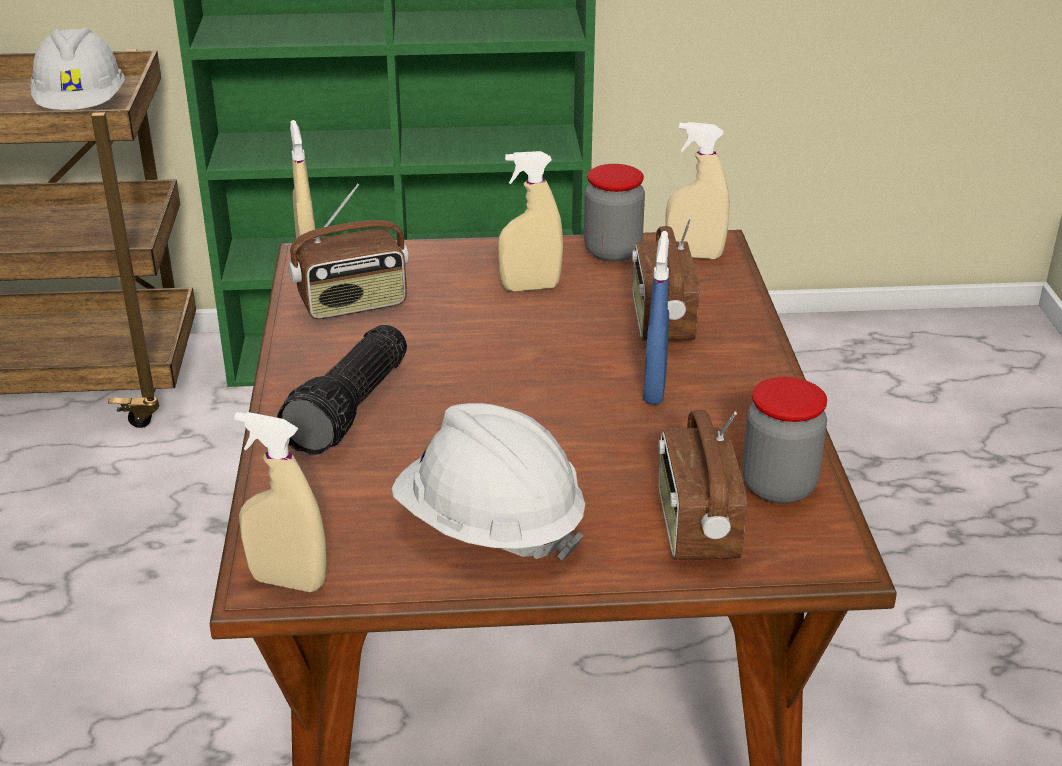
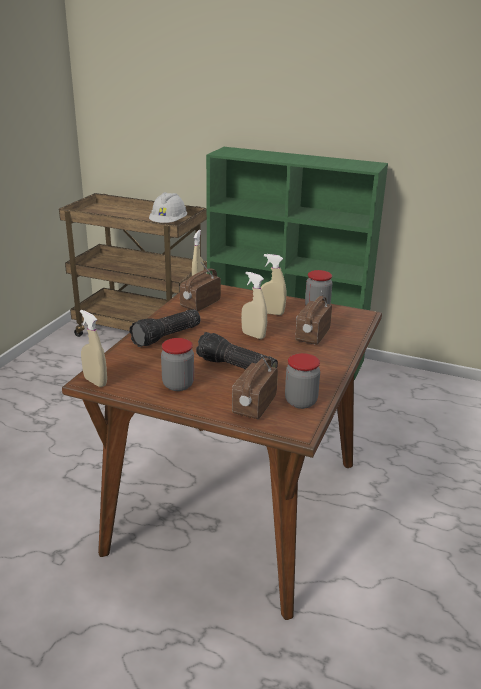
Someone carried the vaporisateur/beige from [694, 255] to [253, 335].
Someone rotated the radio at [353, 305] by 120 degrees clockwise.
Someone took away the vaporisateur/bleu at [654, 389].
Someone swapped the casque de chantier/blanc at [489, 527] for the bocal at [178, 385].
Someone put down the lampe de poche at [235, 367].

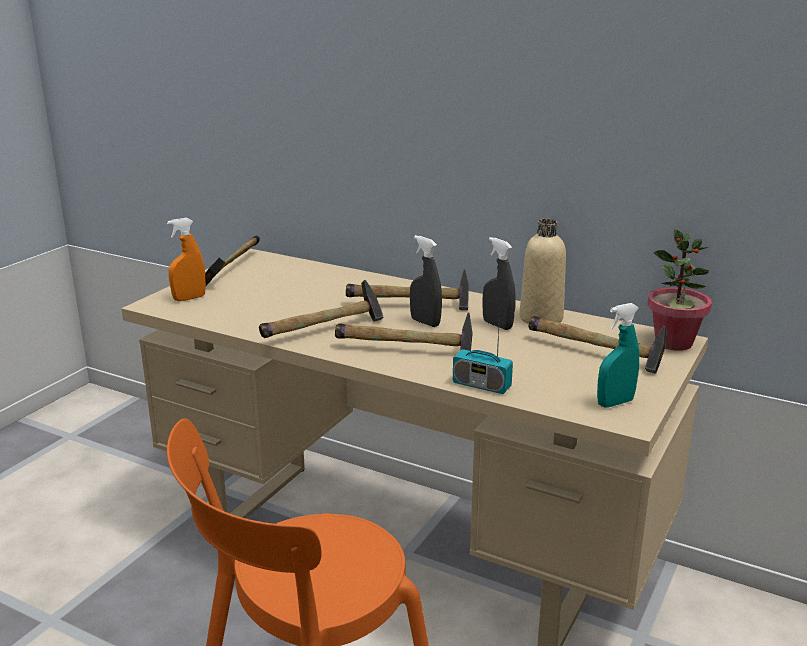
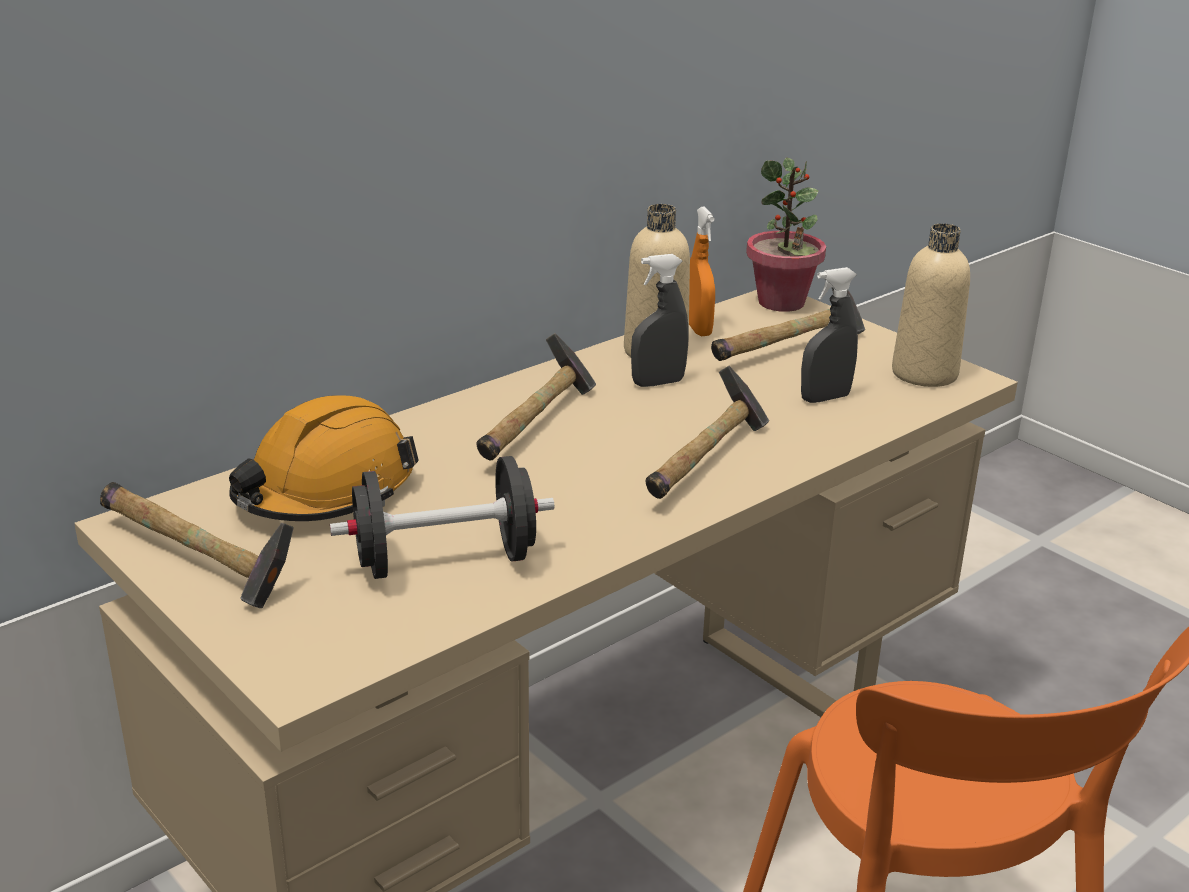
Someone carried the vaporisateur/orange from [189, 298] to [698, 329].
Someone carried the vaporisateur/gris from [425, 322] to [825, 398].
Someone took away the marteau at [325, 330].
Someone swapped the vaporisateur/turquoise at [615, 403] for the bouteille/beige at [924, 373].
Someone took away the radio at [481, 385].
Someone put down the casque de chantier/orange at [325, 490].
Someone put down the haltère/noir at [445, 561].

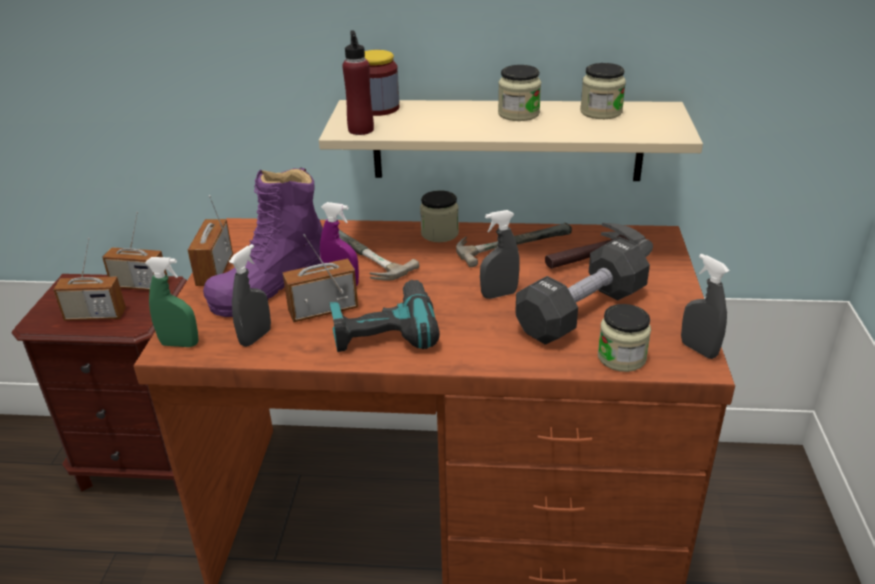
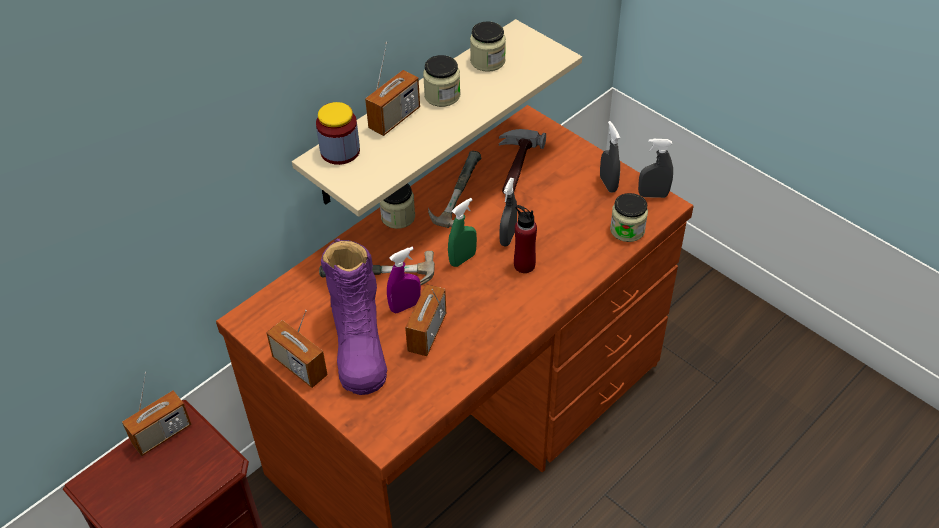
Someone carried the bouteille/rouge from [361, 130] to [524, 265].
Someone took away the haltère/noir at [581, 312].
Someone carried the radio from [95, 315] to [394, 118].
Someone carried the vaporisateur/gris from [255, 337] to [608, 184].
Someone carried the vaporisateur/vert from [179, 344] to [462, 259].
Someone took away the perceuse at [384, 329].

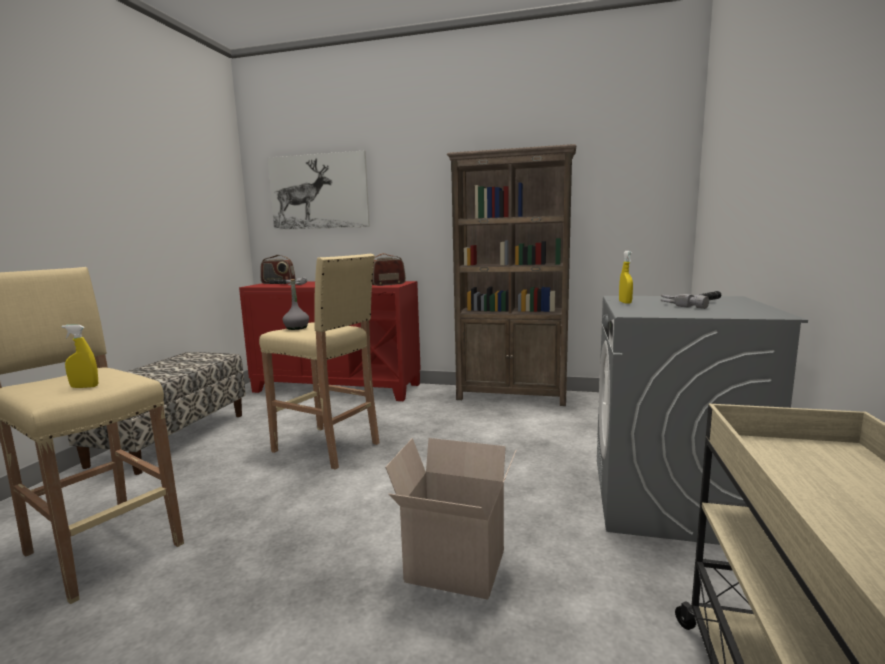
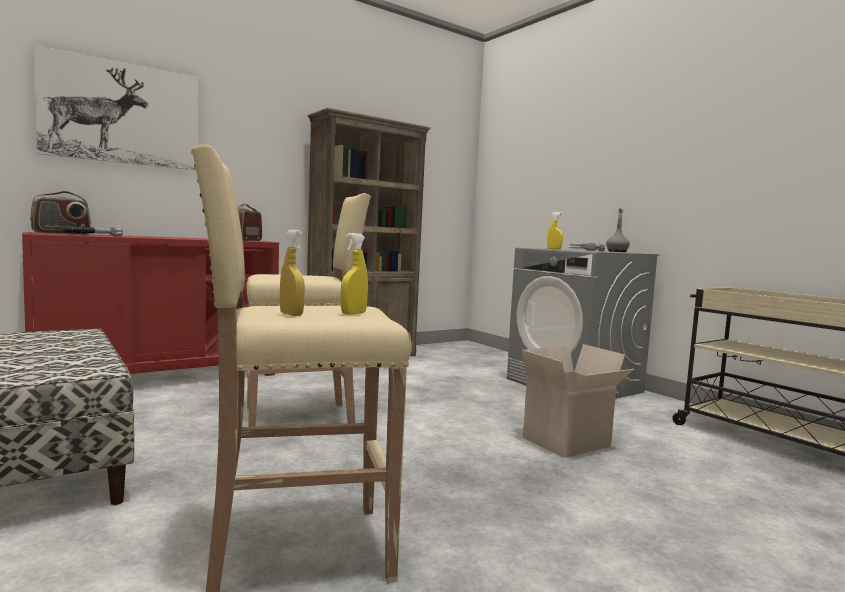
Someone carried the bouteille/gris from [296, 328] to [617, 251].
Someone put down the vaporisateur/jaune at [291, 314].

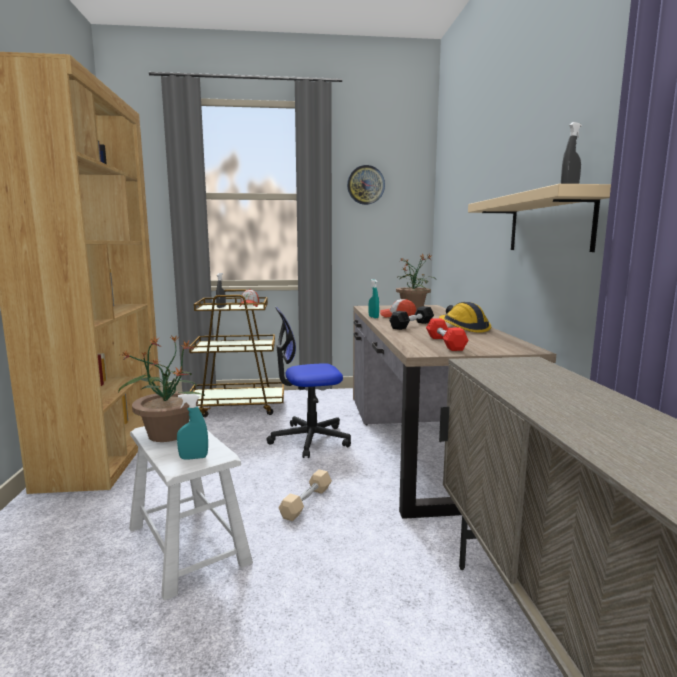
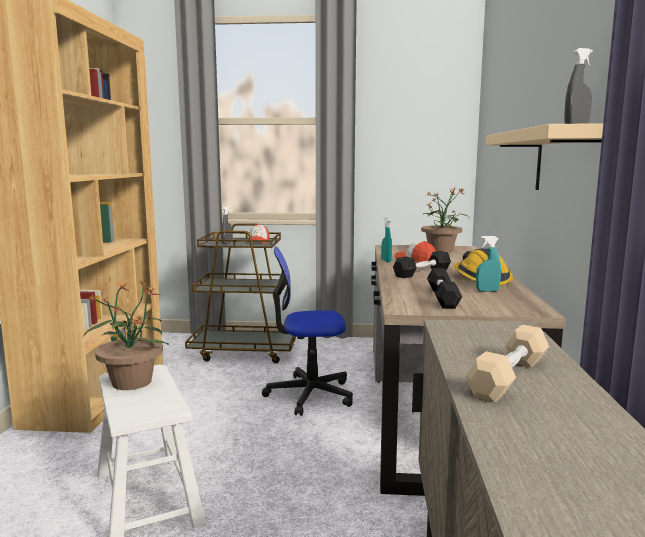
Someone took away the horloge murale at [365, 185].
Someone repainted the haltère/rouge at [445, 343], which became the haltère/noir at [442, 298].
Someone carried the vaporisateur/turquoise from [193, 458] to [487, 291].
Someone carried the haltère/beige from [306, 502] to [509, 377].

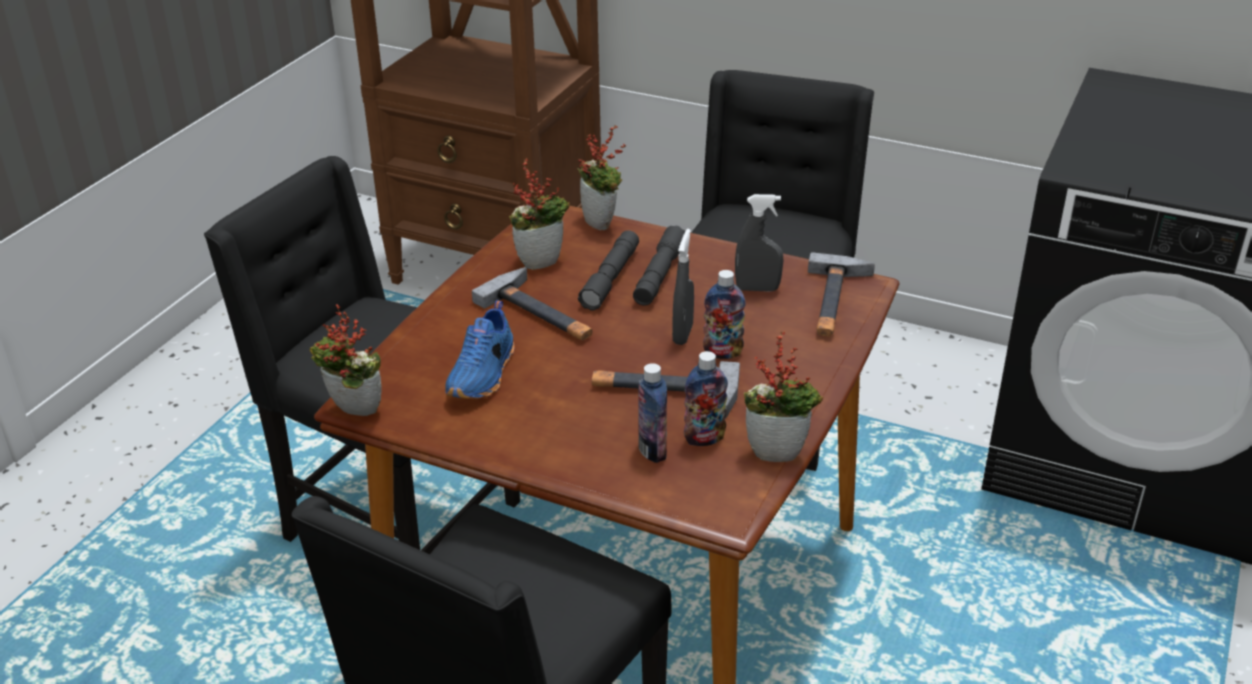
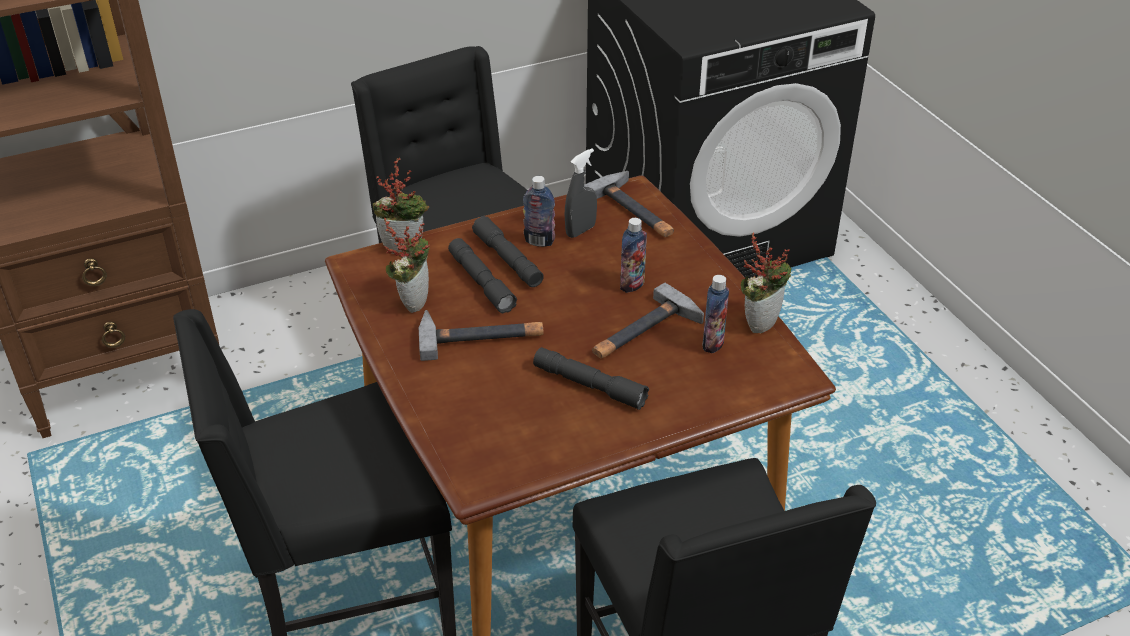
Someone took away the vaporisateur/gris at [682, 334].
Someone took away the chaussure/bleu at [484, 375].
Someone took away the plante en pot at [352, 413].
Someone carried the bouteille from [652, 451] to [539, 241].
Someone put down the lampe de poche/gris at [589, 385].

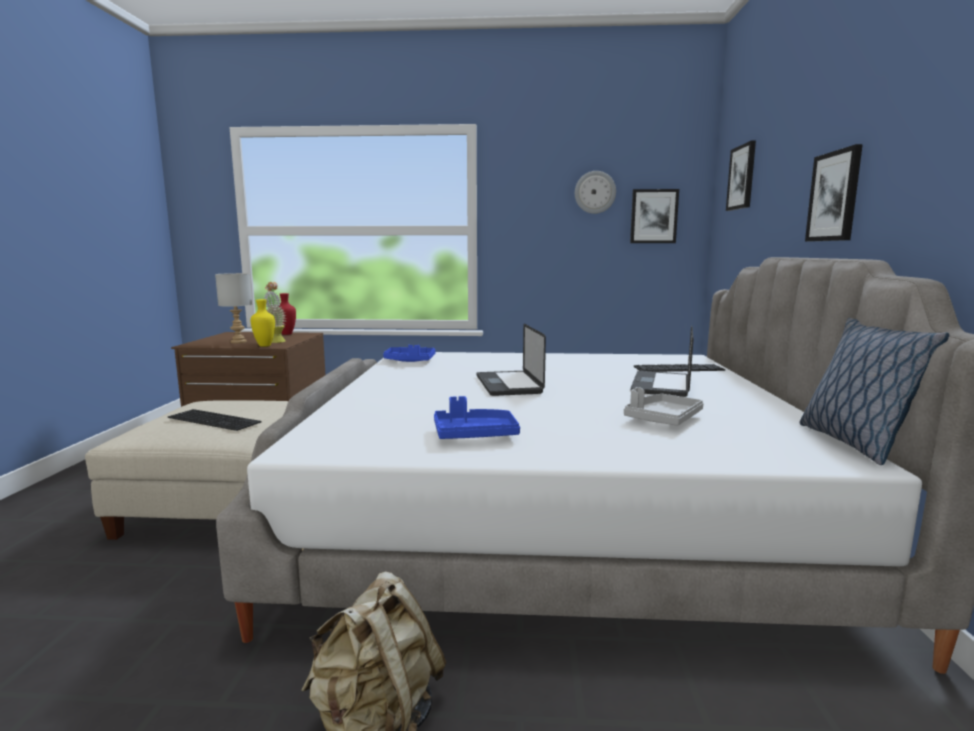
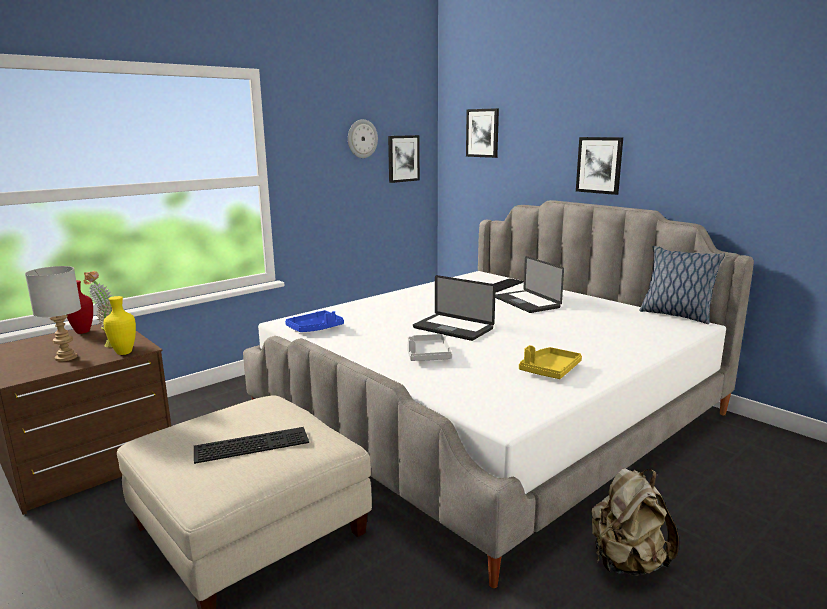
Someone carried the plateau/gris from [663, 419] to [427, 355].
Someone repainted the plateau/bleu at [474, 435], which became the plateau/jaune at [549, 370].

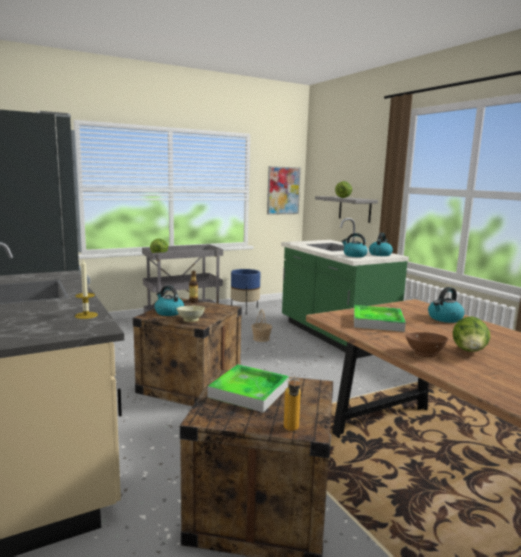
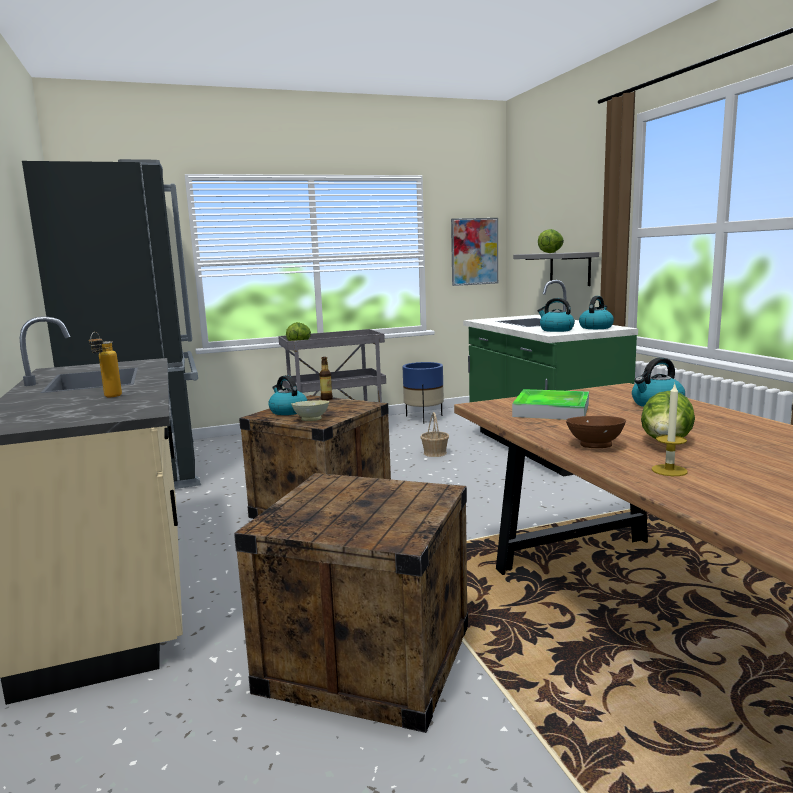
Someone carried the bougie from [86, 315] to [669, 470].
Someone took away the plateau at [249, 391].
Someone carried the bouteille from [291, 431] to [109, 397].

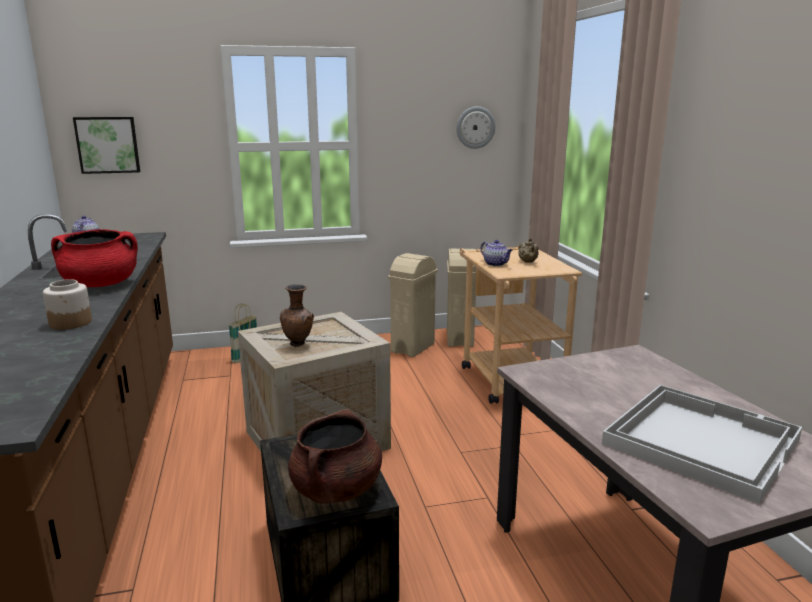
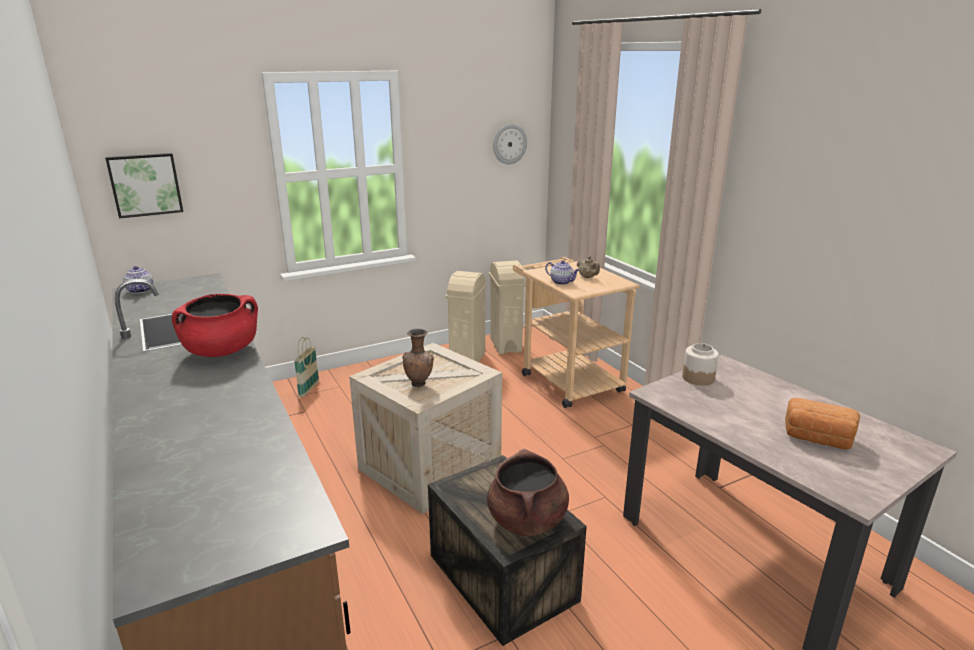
Someone carried the bocal from [71, 323] to [698, 378].
Someone swapped the plateau/blanc at [700, 440] for the pain at [817, 439].

